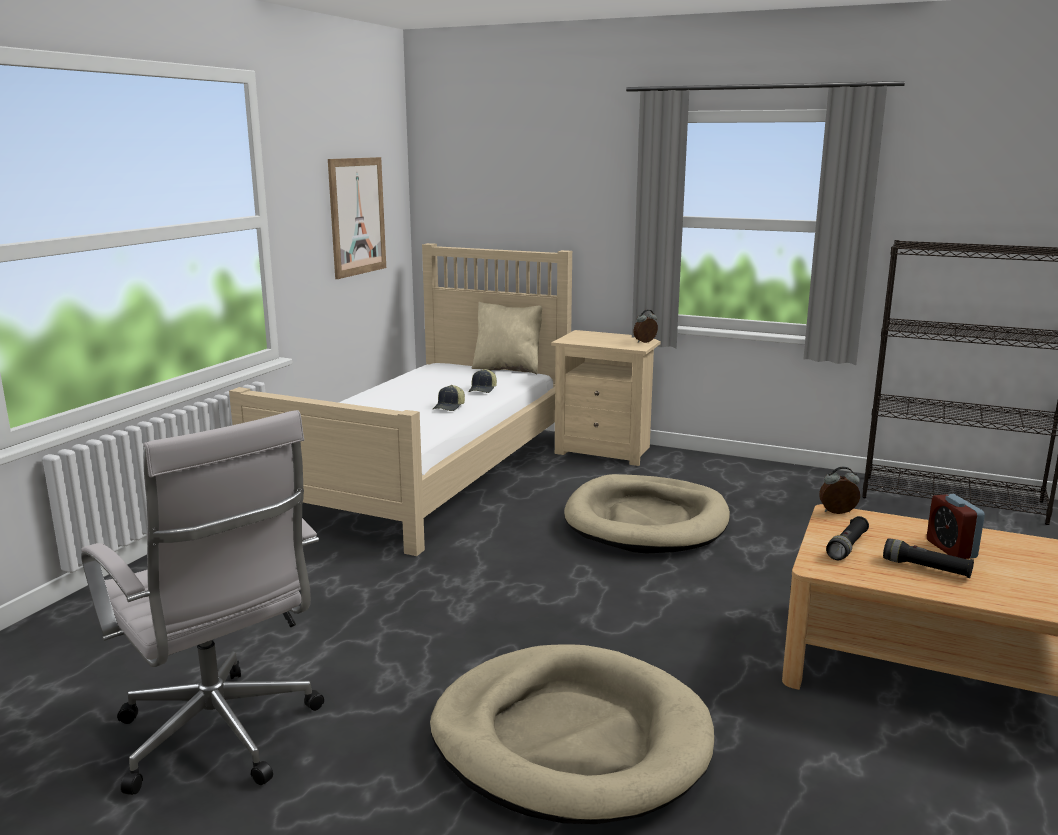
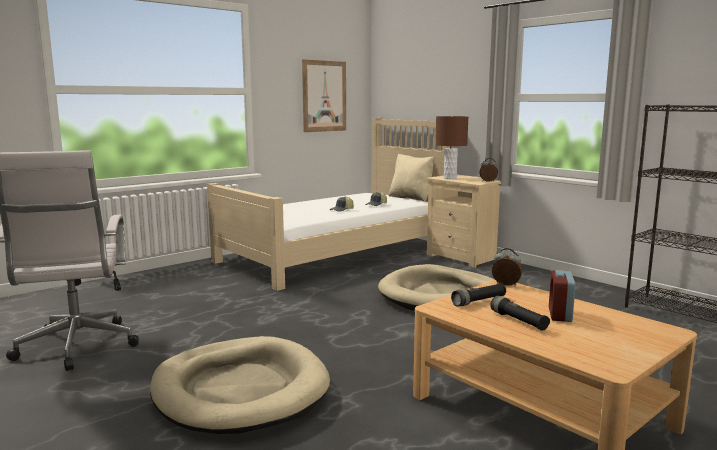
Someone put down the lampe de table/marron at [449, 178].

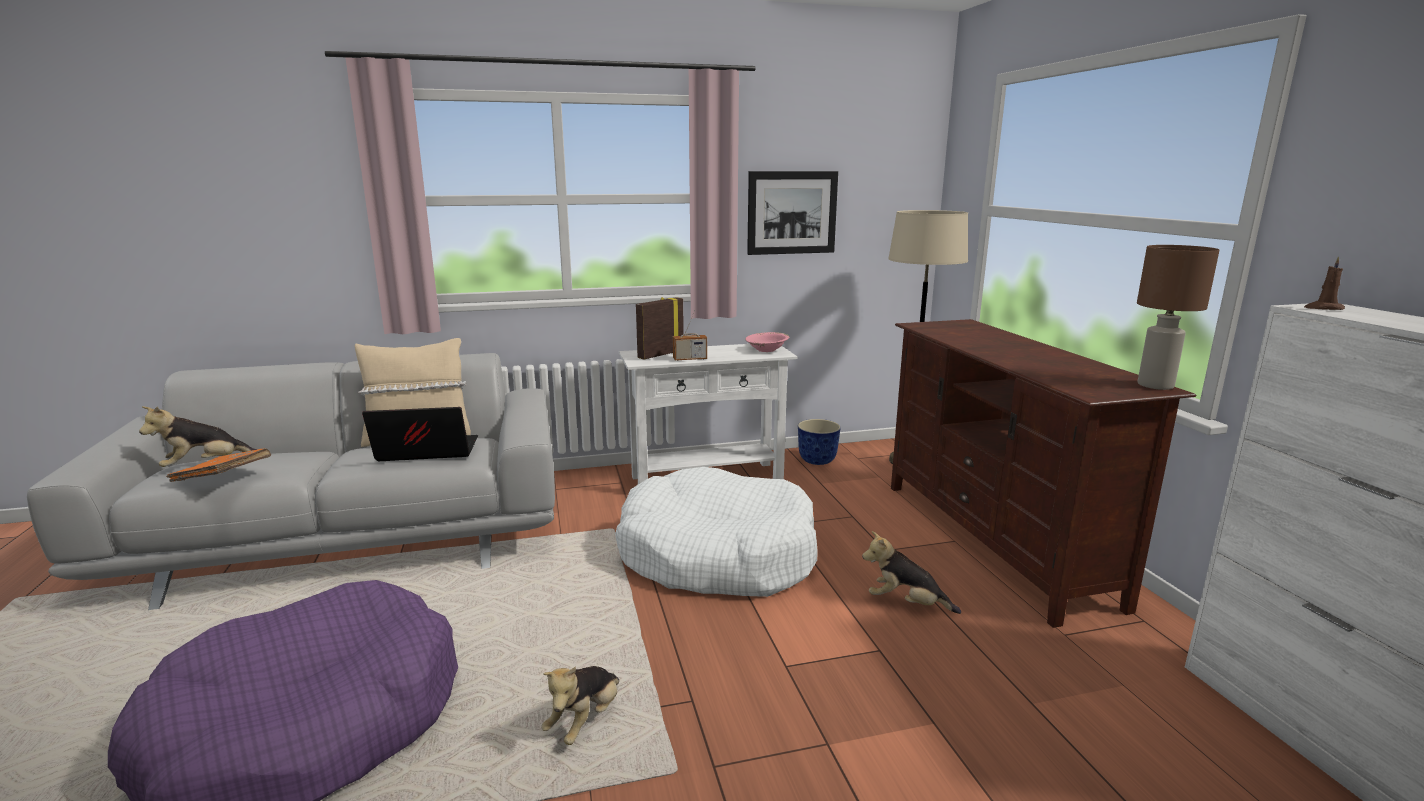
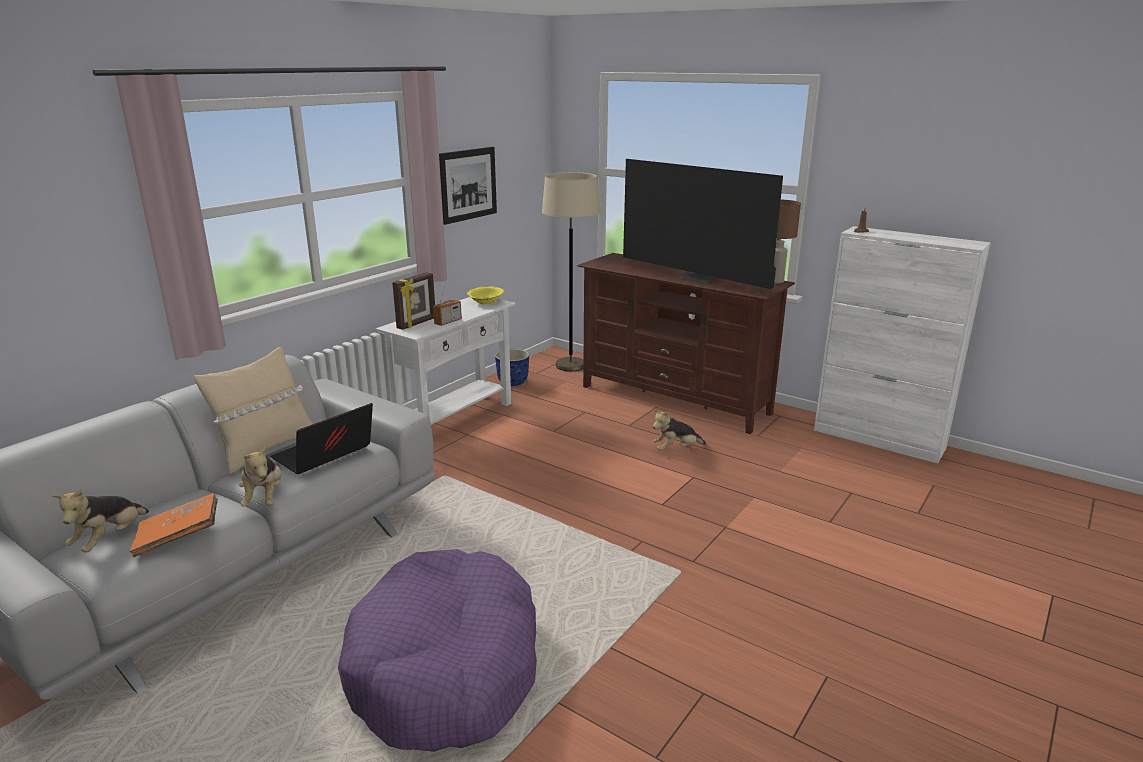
Someone rotated the cadre photo at [660, 354] by 150 degrees counterclockwise.
Someone repainted the bol/rose at [766, 350], which became the bol/jaune at [486, 302].
Someone took away the panier pour chien/blanc at [717, 554].
Someone carried the peluche from [585, 721] to [264, 498].
Someone put down the téléviseur at [698, 278].

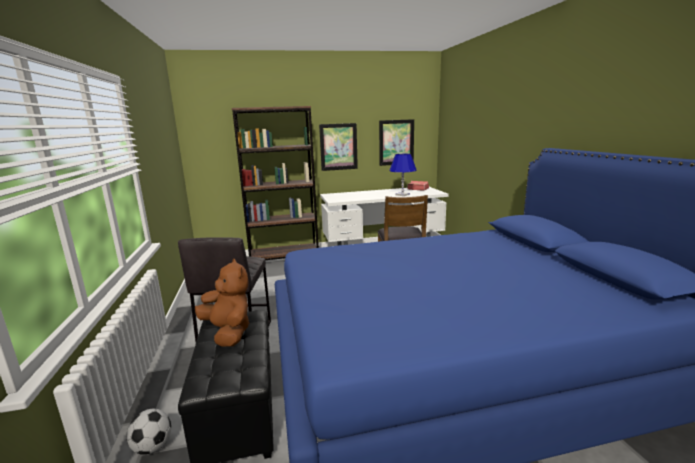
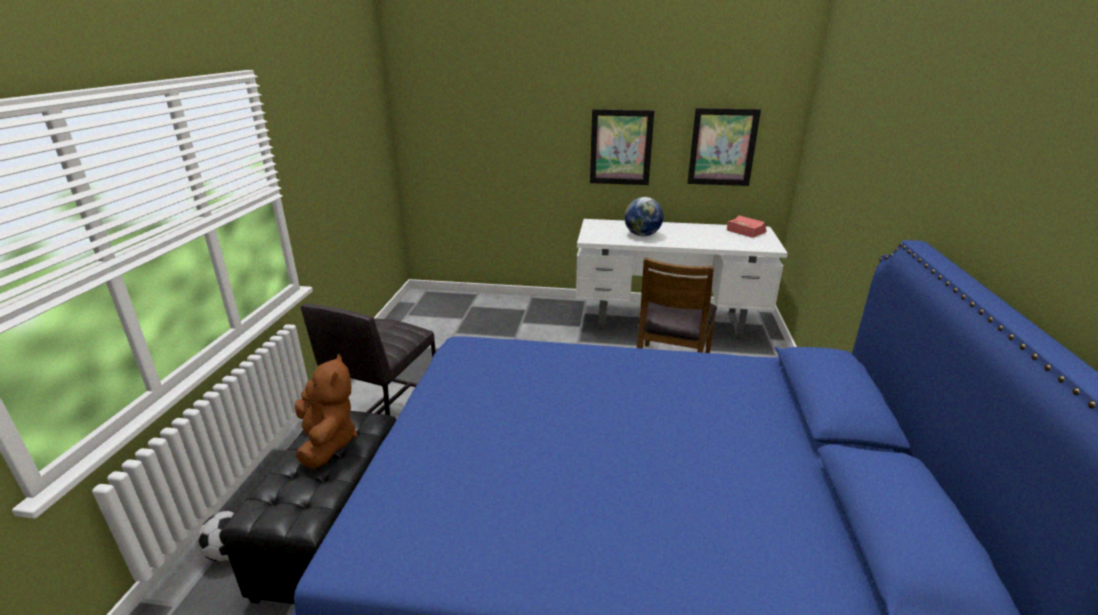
Someone took away the bibliothèque/marron at [284, 257].
Someone took away the lampe de table/bleu at [402, 194].
Someone put down the globe at [642, 235].

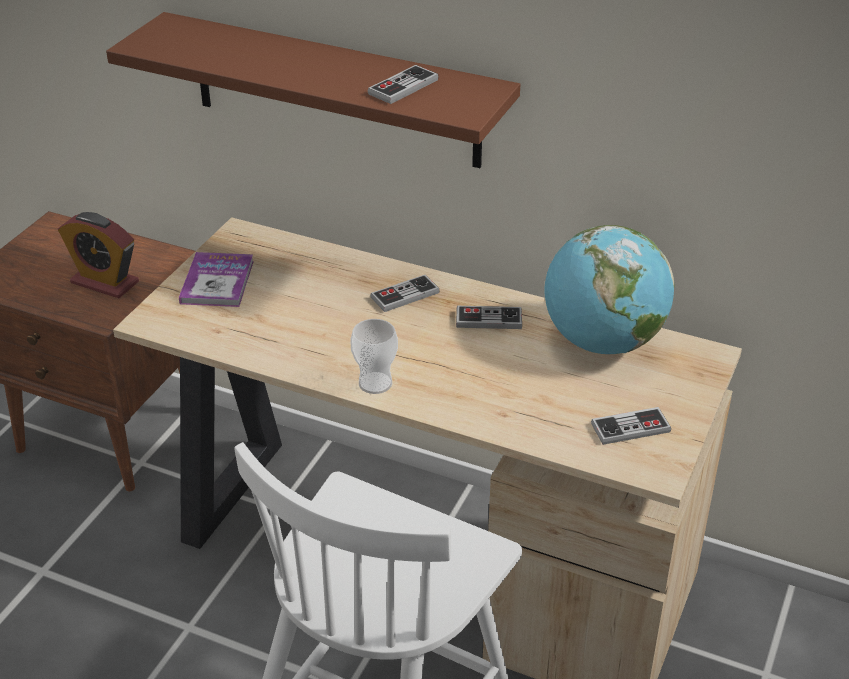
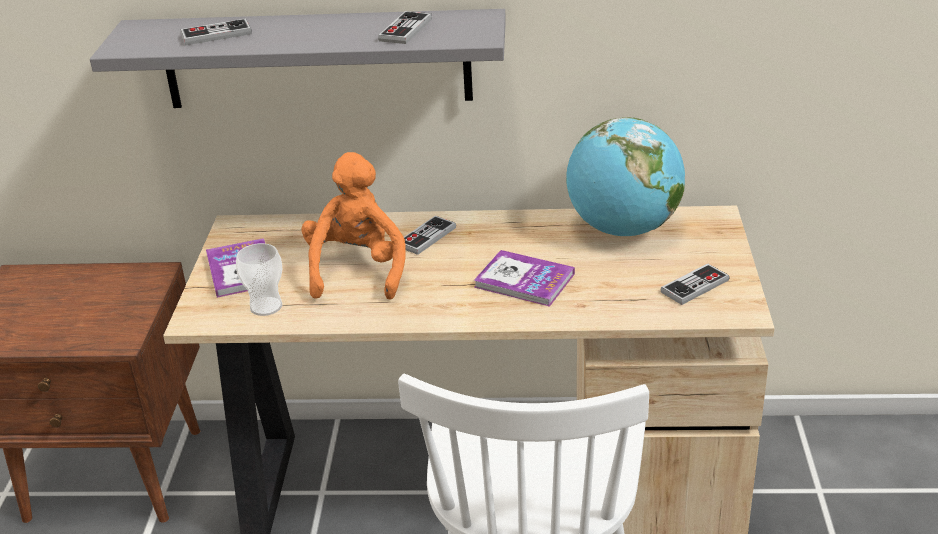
Someone repainted the étagère/marron at [335, 90], which became the étagère/gris at [316, 59].
Someone took away the réveil at [104, 282].
Someone carried the manette from [489, 319] to [216, 34].
Someone carried the tasse from [375, 383] to [266, 306].
Someone put down the peluche/orange at [357, 270].
Someone put down the livre at [524, 280].

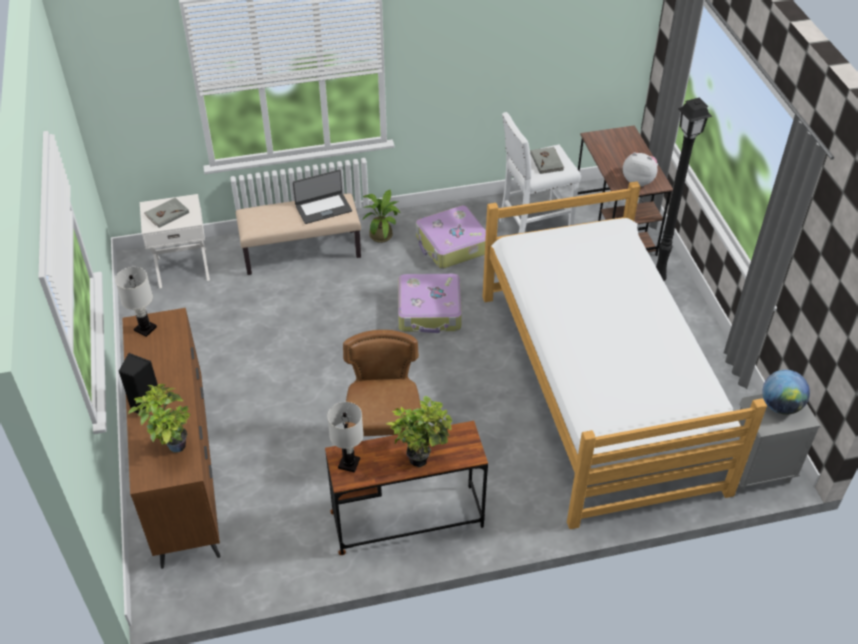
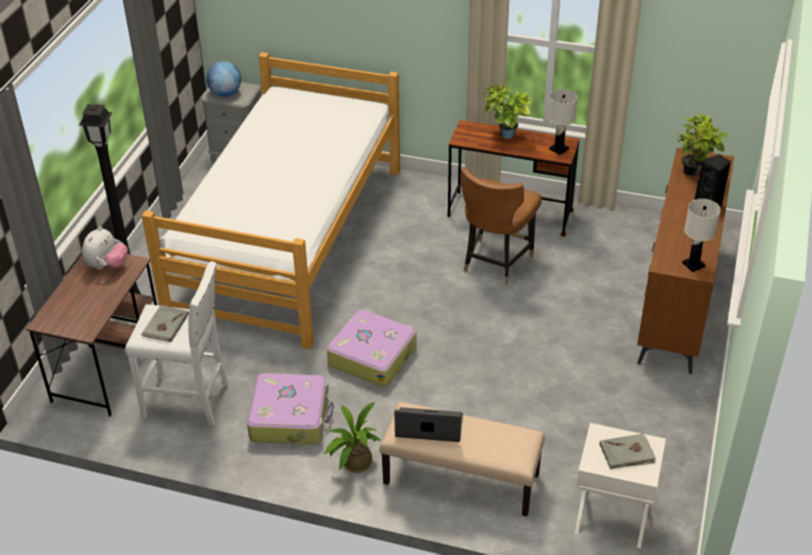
Someone rotated the peluche at [638, 180] by 120 degrees counterclockwise.

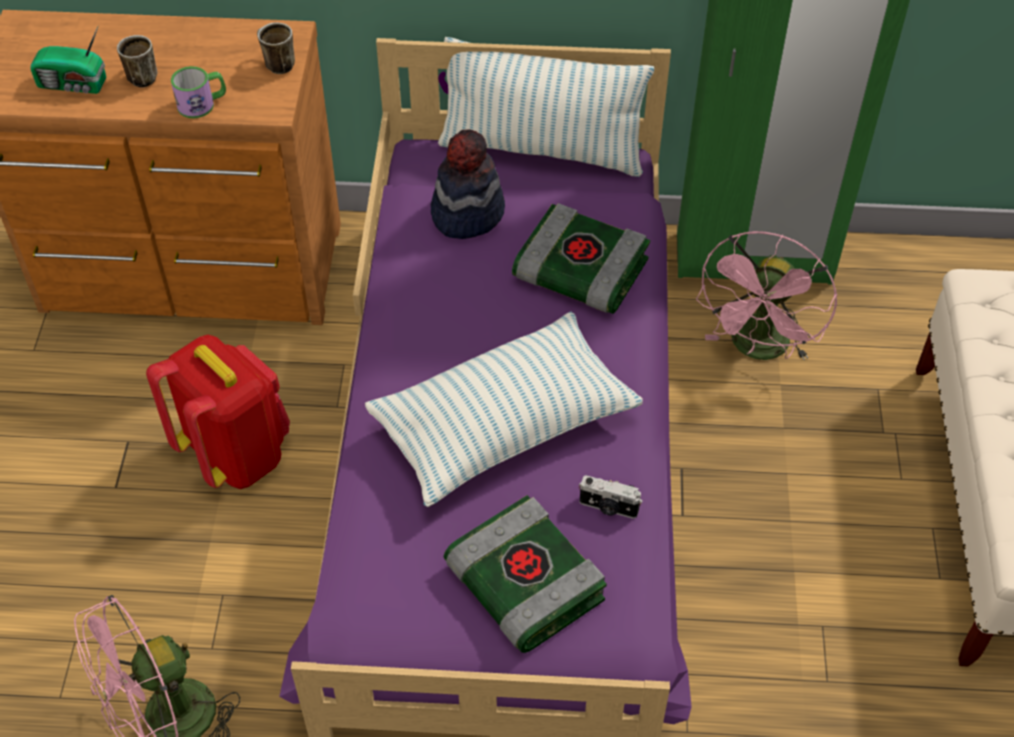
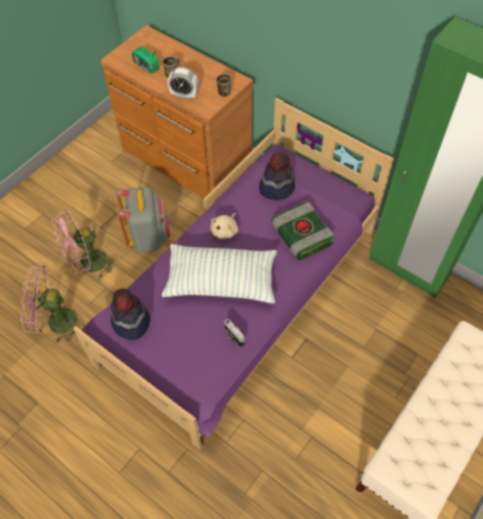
Someone took away the coussin at [542, 150].
Someone swapped the mug at [202, 104] for the réveil at [184, 95].
Someone carried the ventilateur/rose from [758, 349] to [88, 265].
Someone repainted the sac à dos/rouge at [236, 453], which became the sac à dos/gris at [148, 237].
Someone took away the livre at [522, 583].
Someone put down the peluche/beige at [225, 231].
Someone put down the chapeau at [130, 322].

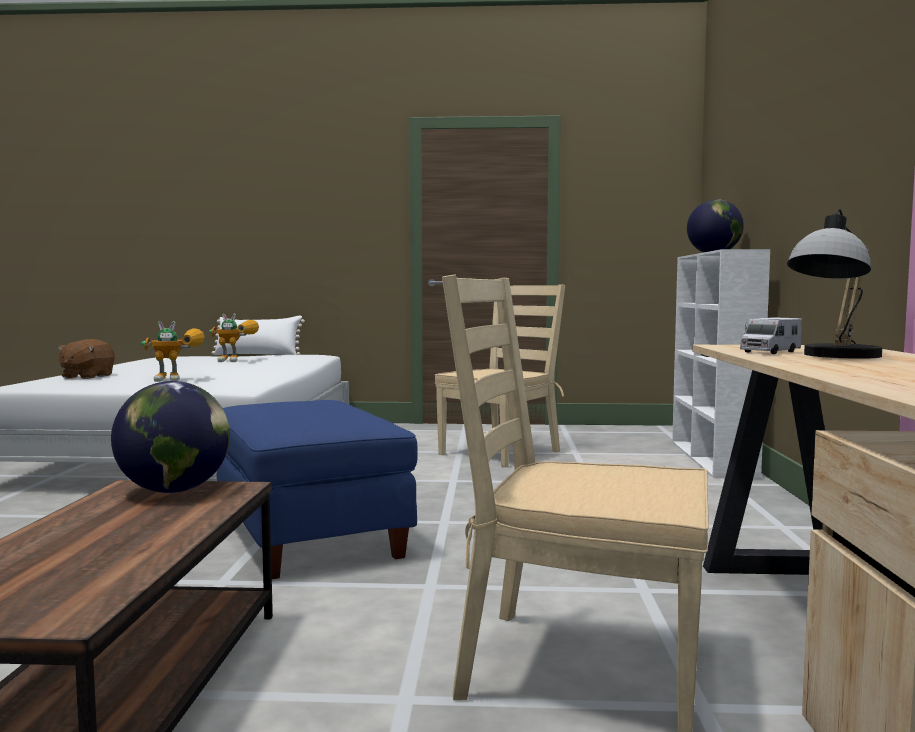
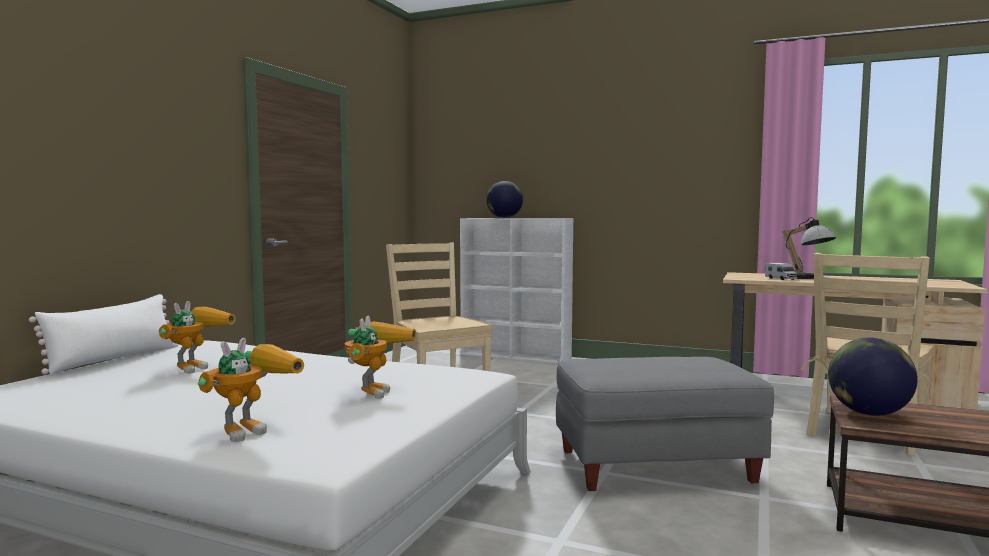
Someone swapped the peluche/marron at [87, 377] for the robot jouet at [254, 429].
Someone repainted the pouf/bleu at [311, 535], which became the pouf/gris at [654, 465].

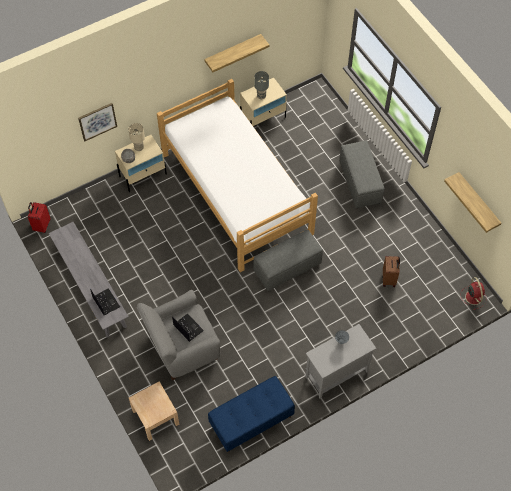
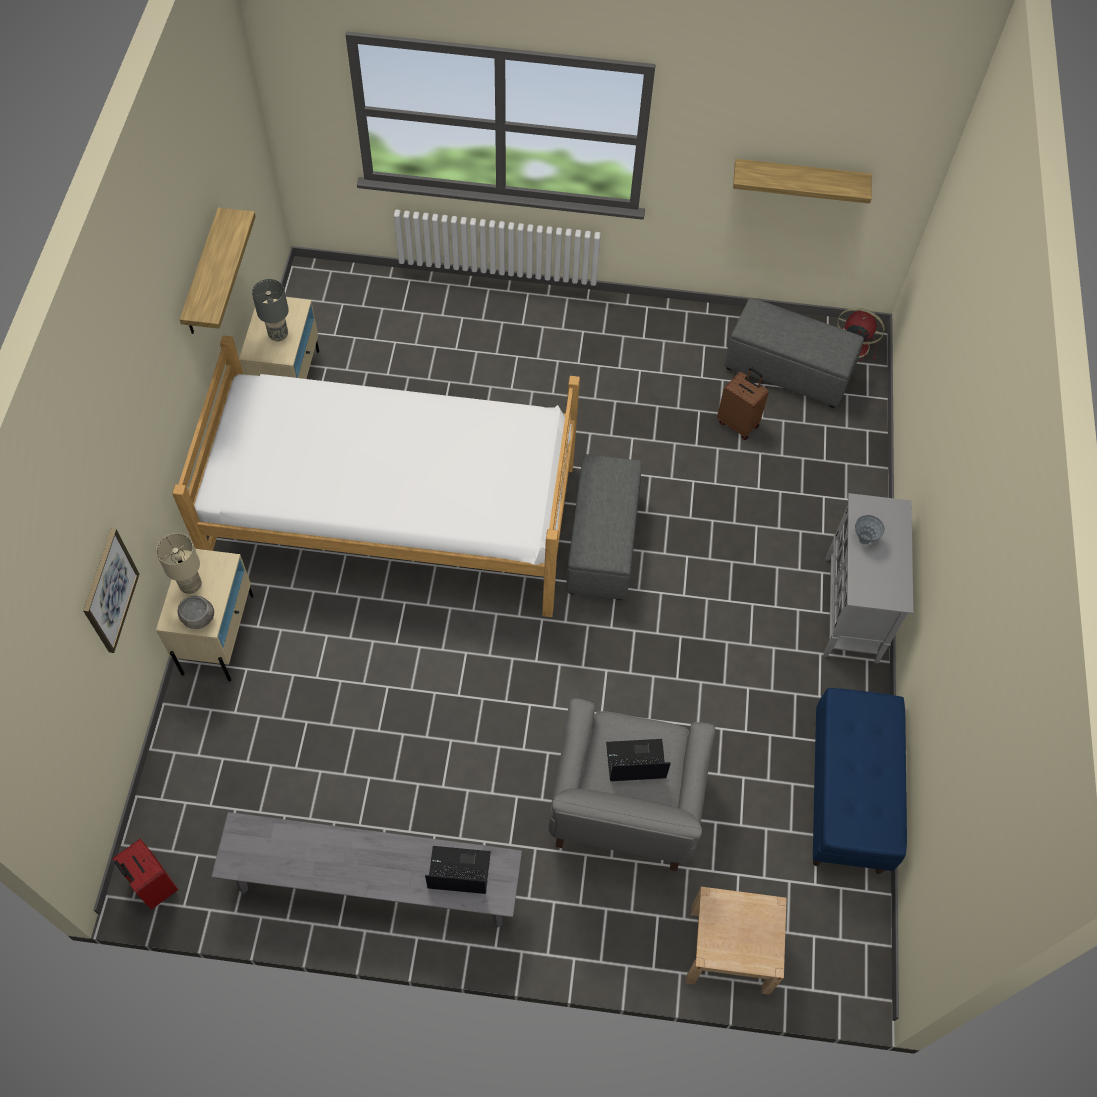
Someone carried the pouf/gris from [360, 182] to [788, 371].

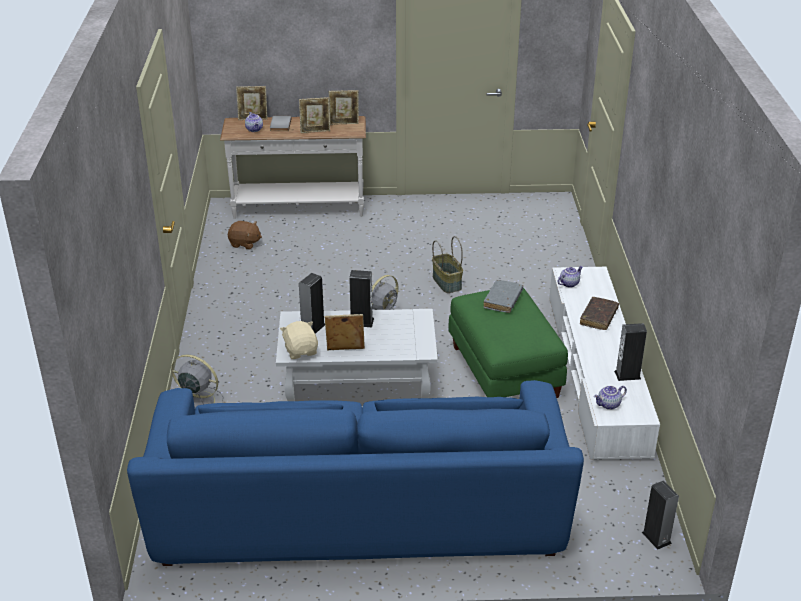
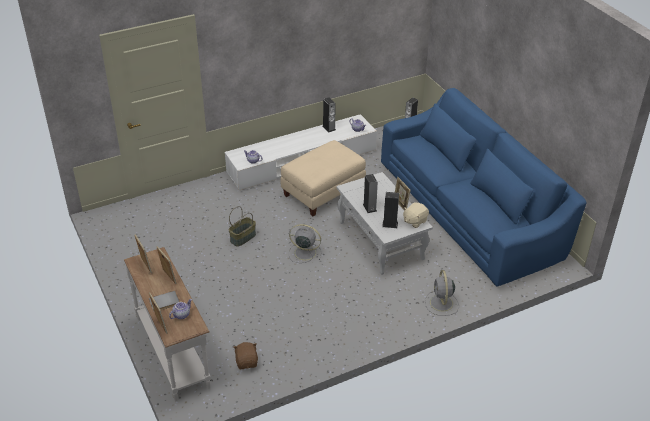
Someone took away the livre/gris at [503, 300].
Someone repainted the pouf/vert at [505, 371], which became the pouf/beige at [323, 191].
Someone took away the livre/marron at [598, 317].

